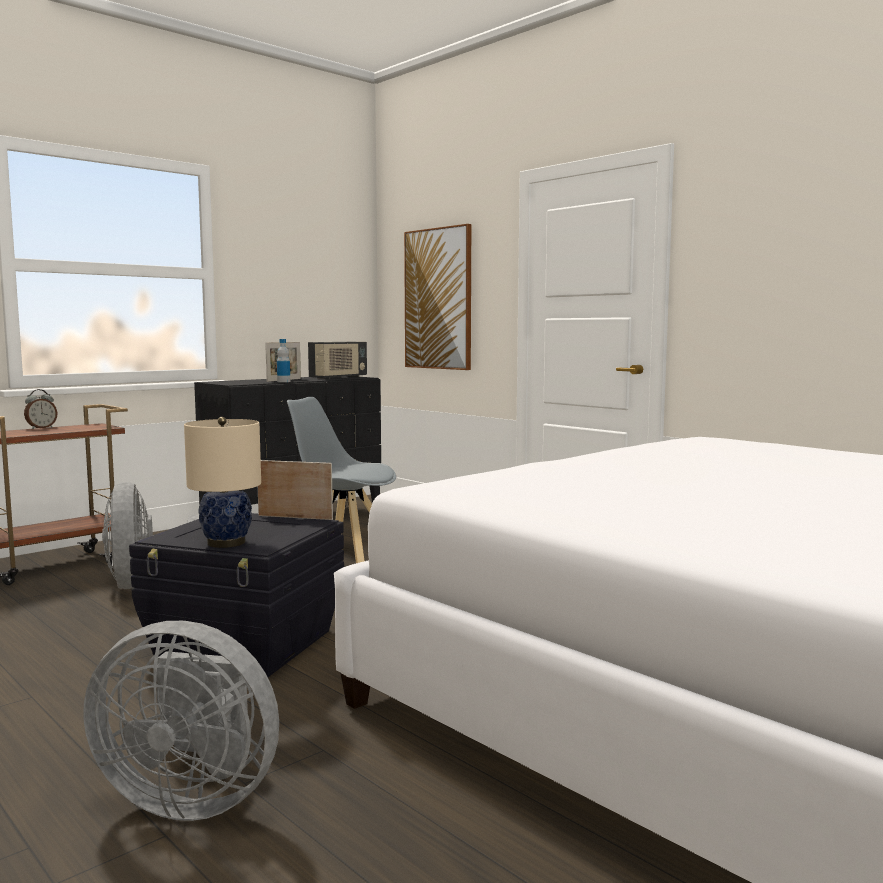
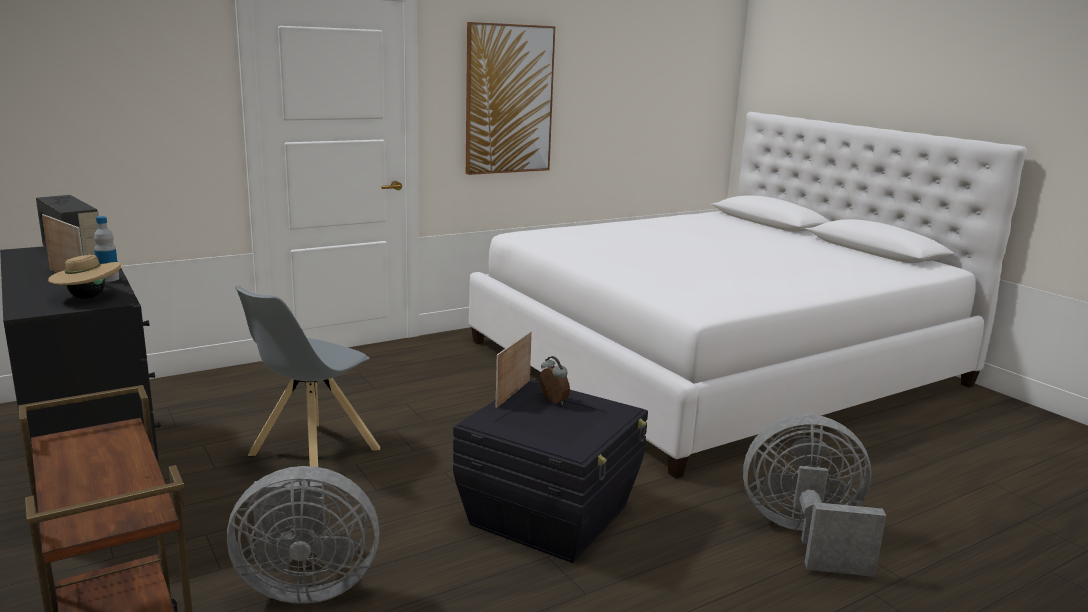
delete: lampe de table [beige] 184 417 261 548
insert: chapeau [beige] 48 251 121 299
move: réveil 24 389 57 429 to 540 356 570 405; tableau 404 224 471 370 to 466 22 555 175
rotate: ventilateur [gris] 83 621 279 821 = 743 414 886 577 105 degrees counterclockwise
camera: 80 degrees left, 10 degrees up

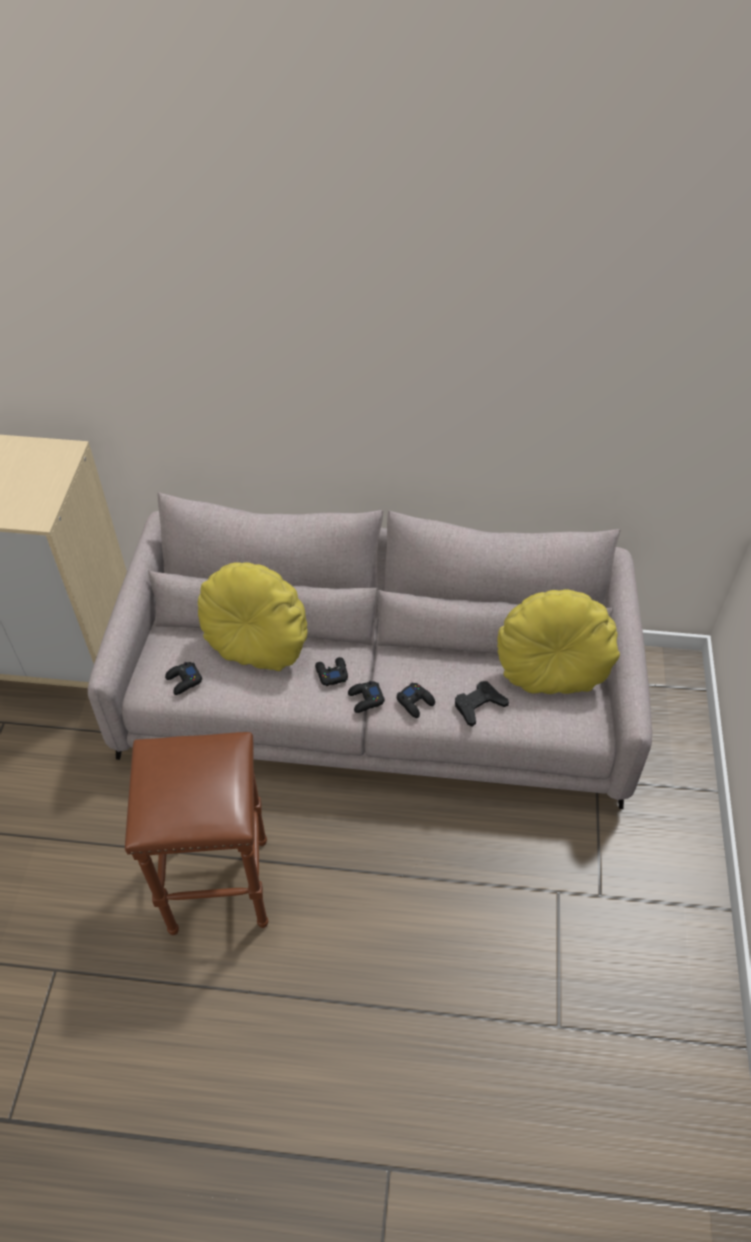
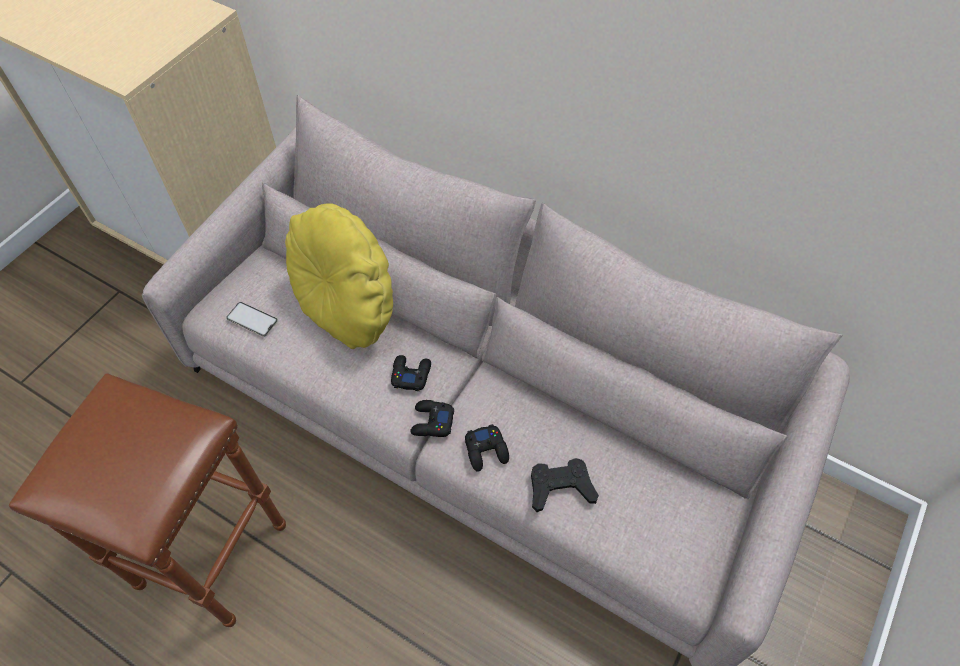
delete: coussin [jaune] 497 589 620 694
replace: manette [noir] 165 662 202 695 to téléphone 226 302 278 337
camera: 25 degrees right, 5 degrees up

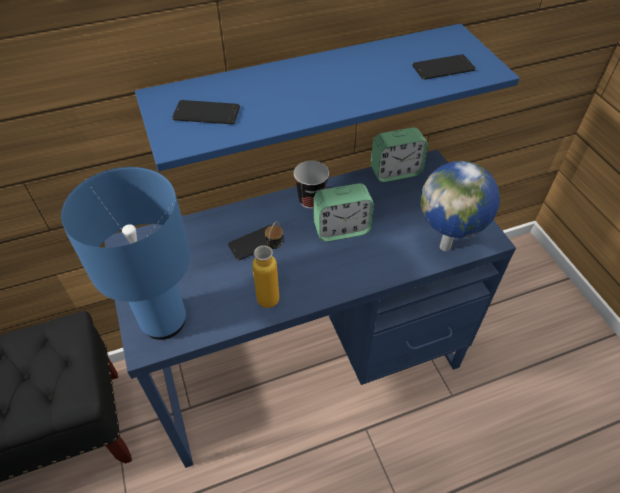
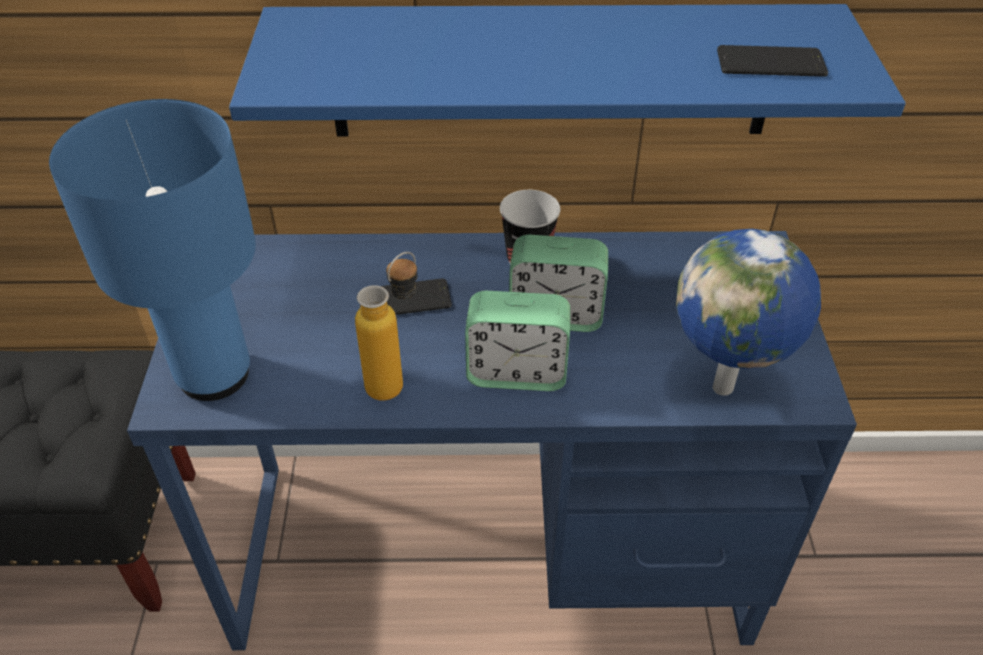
delete: téléphone 172 100 240 124
move: réveil 371 127 428 182 to 465 291 570 391
camera: 20 degrees right, 5 degrees down

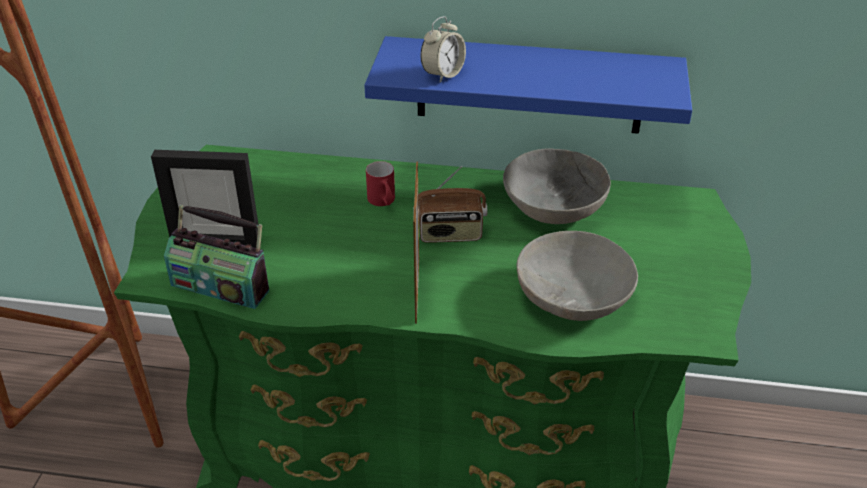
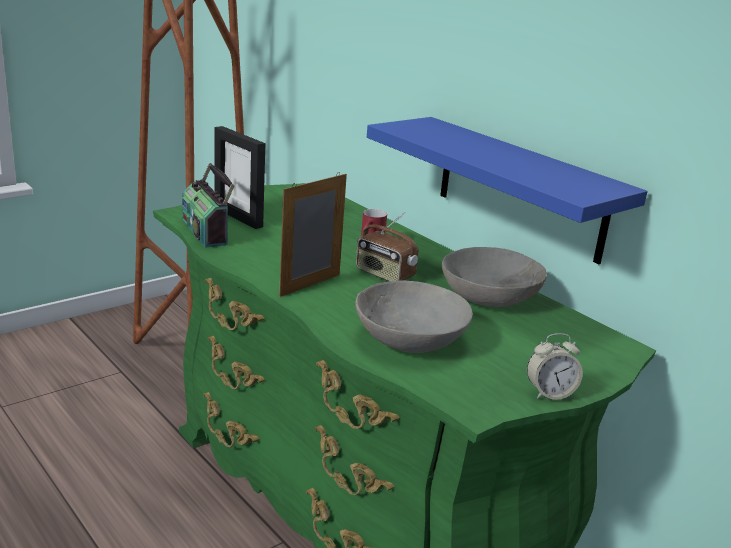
move: réveil 421 16 466 83 to 527 333 583 400
camera: 40 degrees right, 15 degrees down

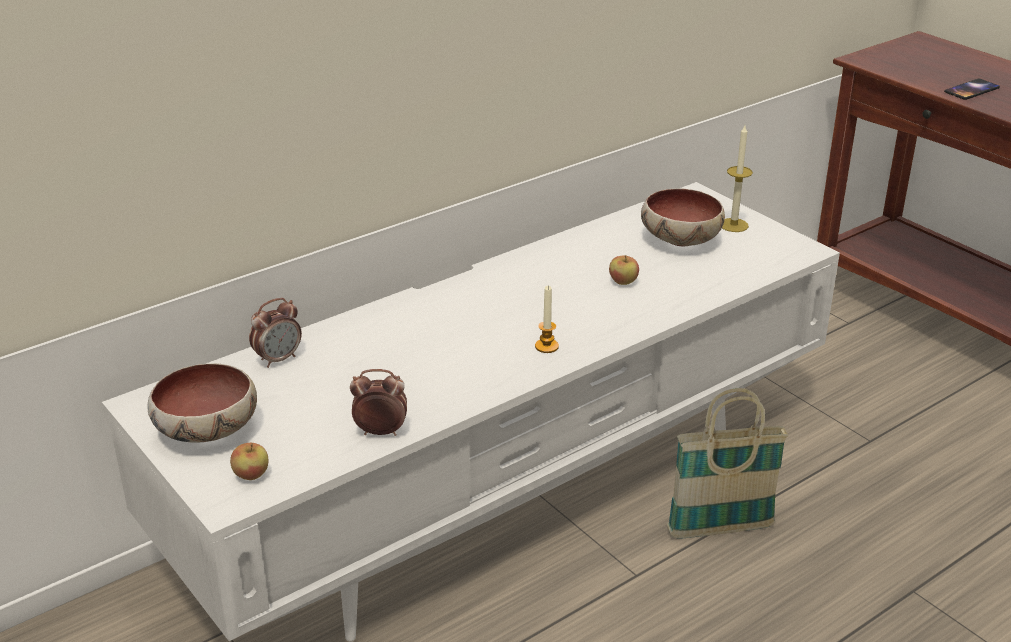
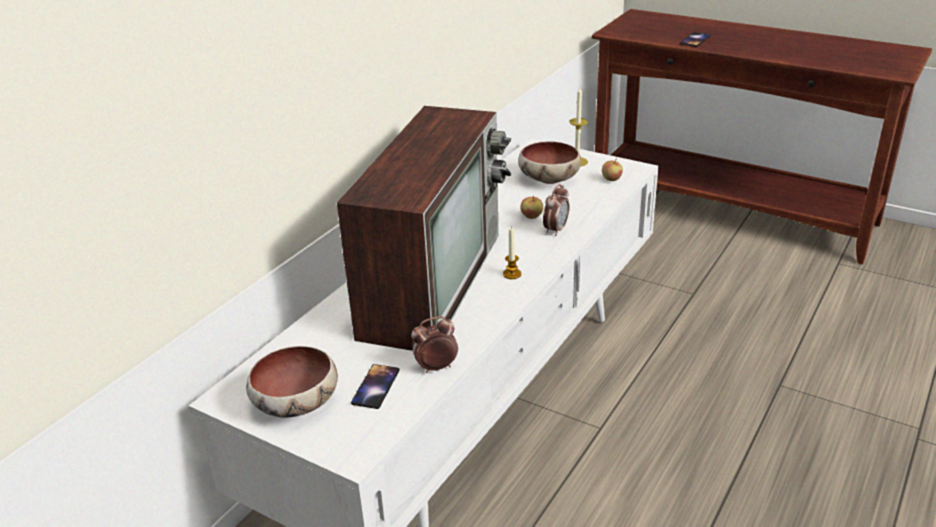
delete: panier 667 388 789 539
insert: téléviseur 337 106 511 351; téléphone 351 364 400 409
move: pomme 230 443 268 480 to 602 158 623 181; réveil 249 298 302 368 to 543 184 570 236
camera: 20 degrees left, 0 degrees up

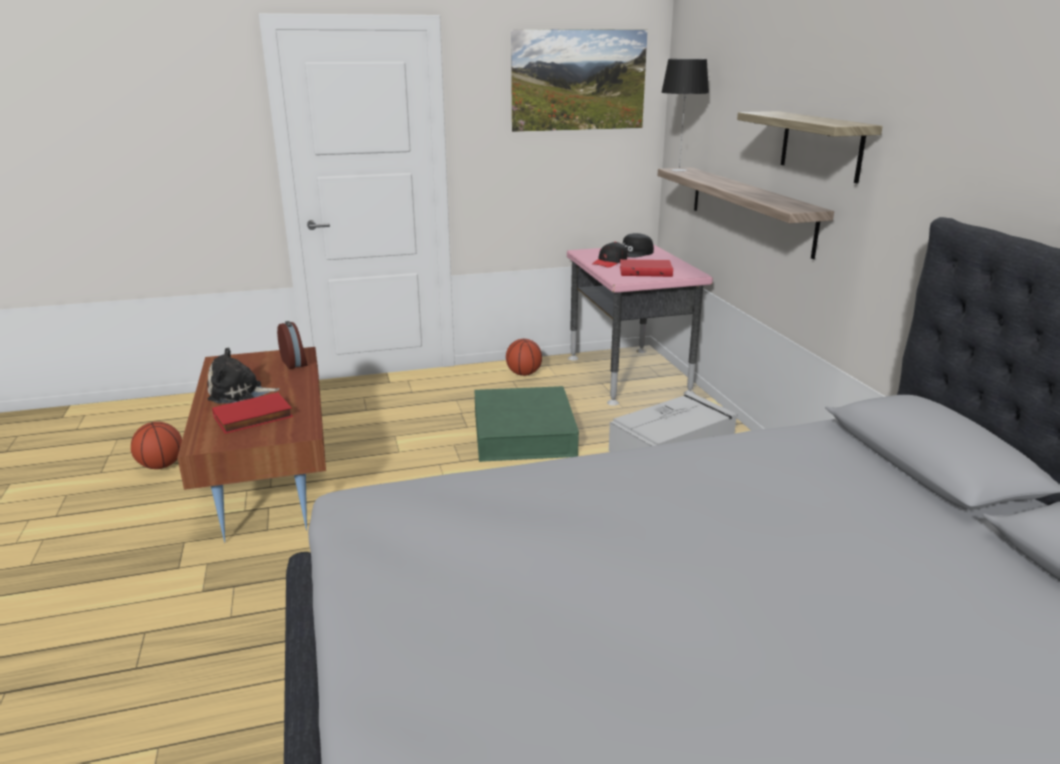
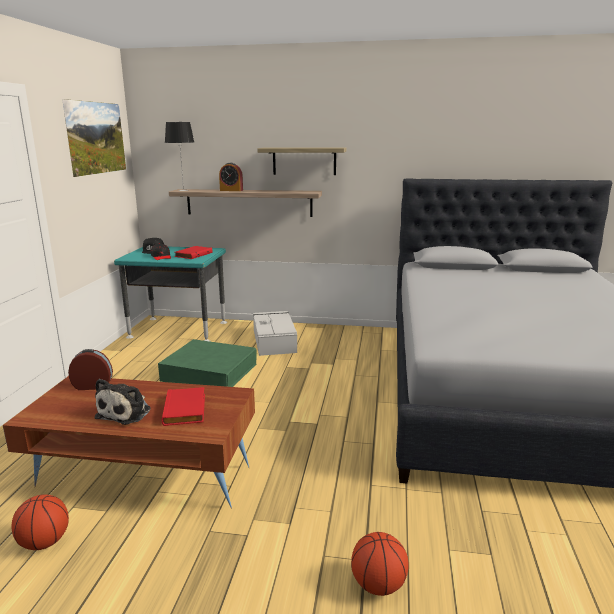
insert: réveil 219 163 243 191
move: ballon de basket 506 339 542 376 to 351 532 408 596
recolor: bureau [rose] 567 244 713 406 to bureau [turquoise] 114 247 227 342
camera: 65 degrees left, 5 degrees down

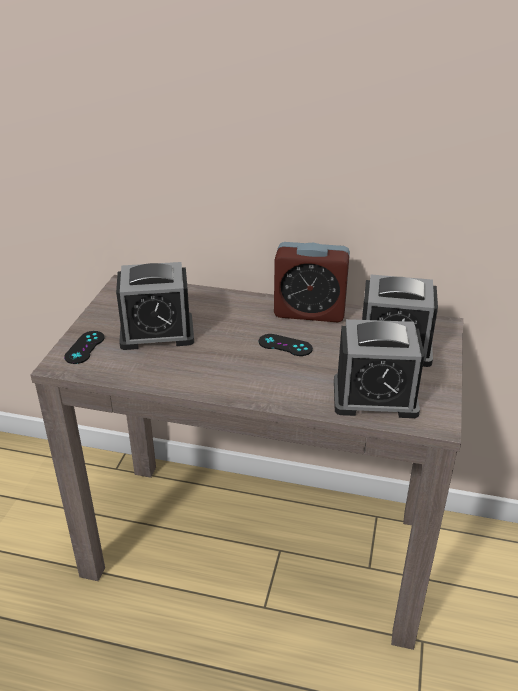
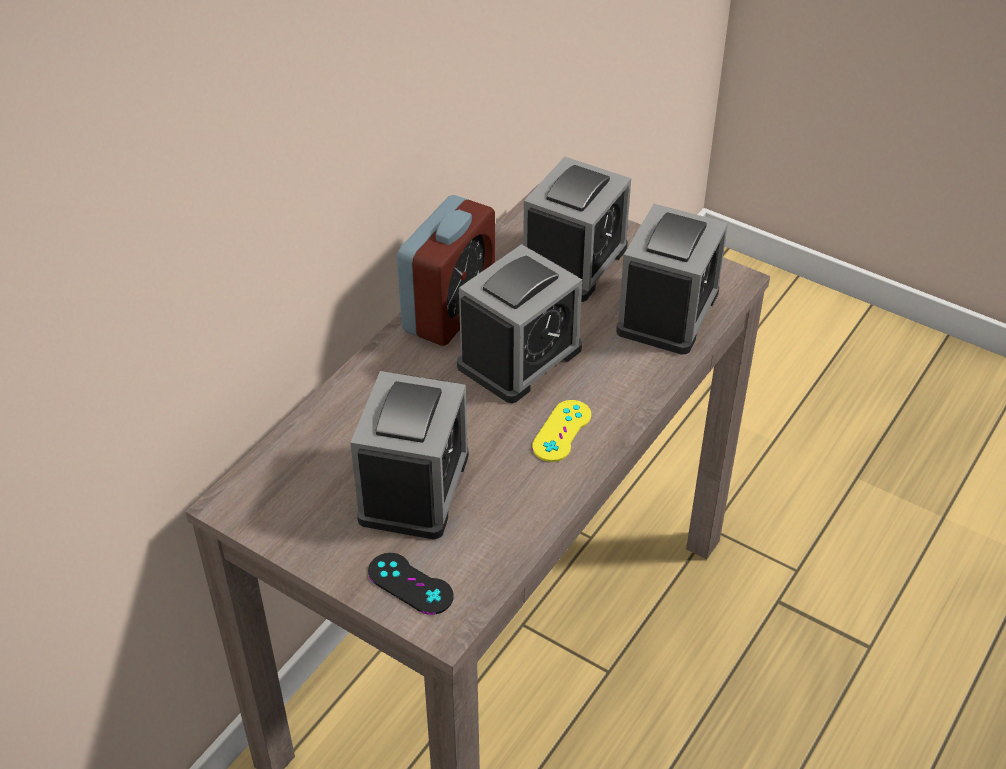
insert: manette [jaune] 532 400 591 462
replace: manette [noir] 259 334 313 356 to réveil 457 244 582 403
camera: 70 degrees left, 10 degrees up

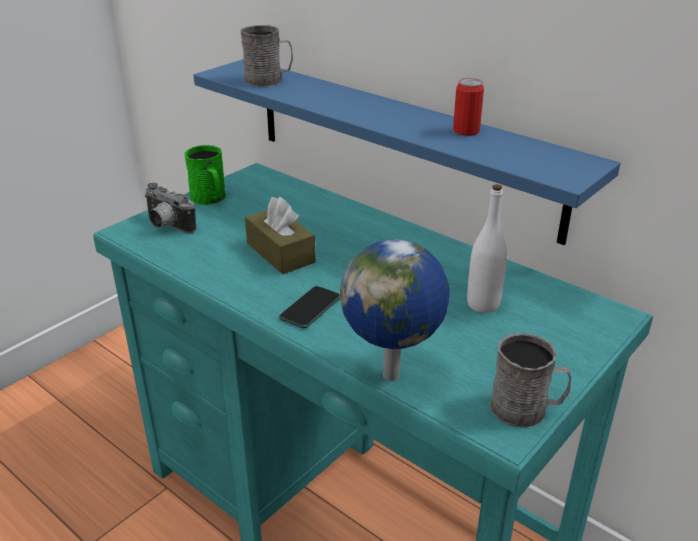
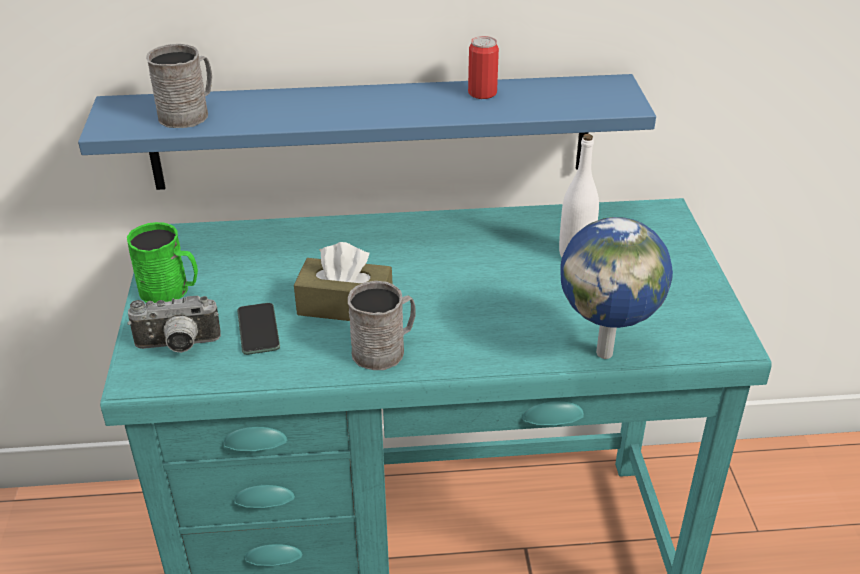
move: téléphone 279 286 340 328 to 237 303 280 355; mug [gris] 490 333 571 428 to 348 281 416 370
camera: 45 degrees left, 5 degrees up

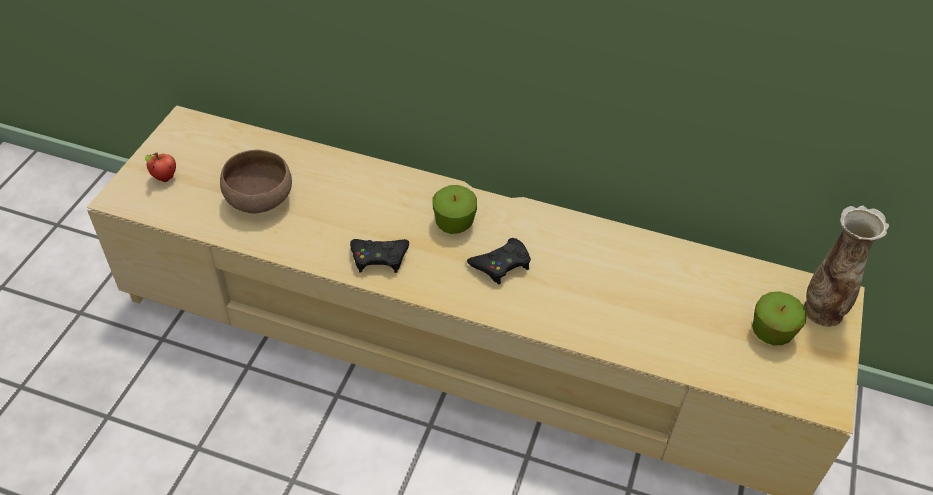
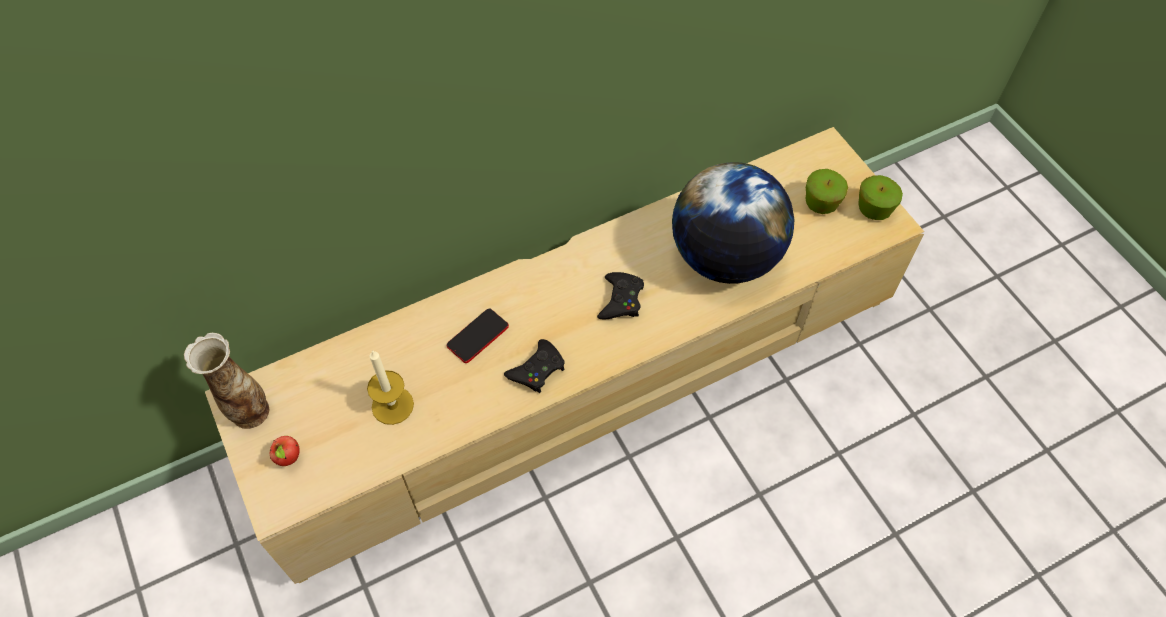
insert: téléphone 447 308 509 363; globe 672 162 794 284
move: pomme 432 185 477 234 to 858 175 903 220; vase 804 205 889 326 to 184 333 269 429
replace: bol [marron] 220 149 292 213 to bougie 367 350 414 425
camera: 45 degrees left, 10 degrees up

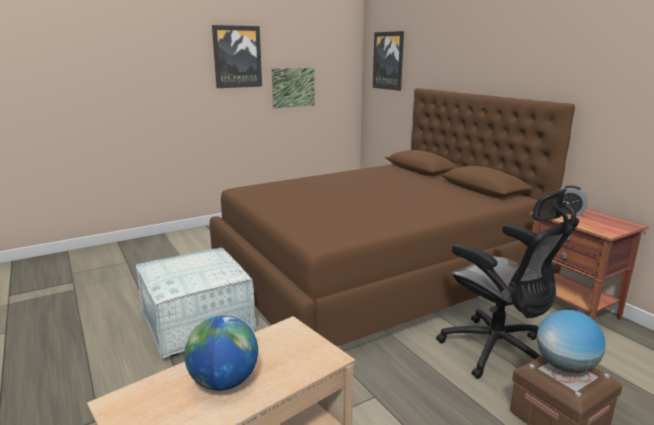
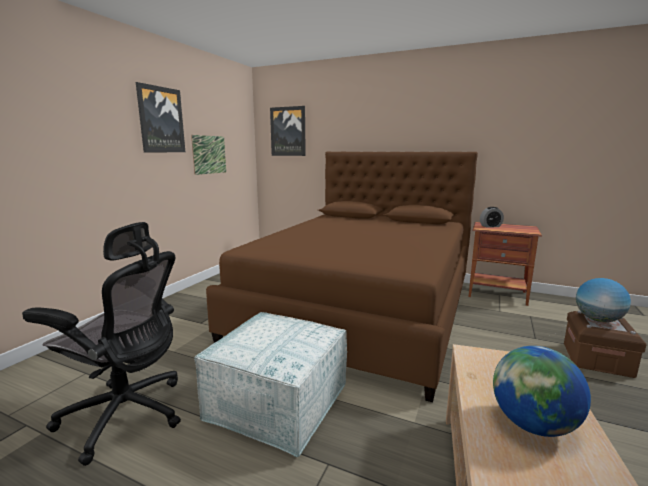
move: chaise de bureau 436 189 579 379 to 22 222 181 466
camera: 35 degrees left, 5 degrees down

